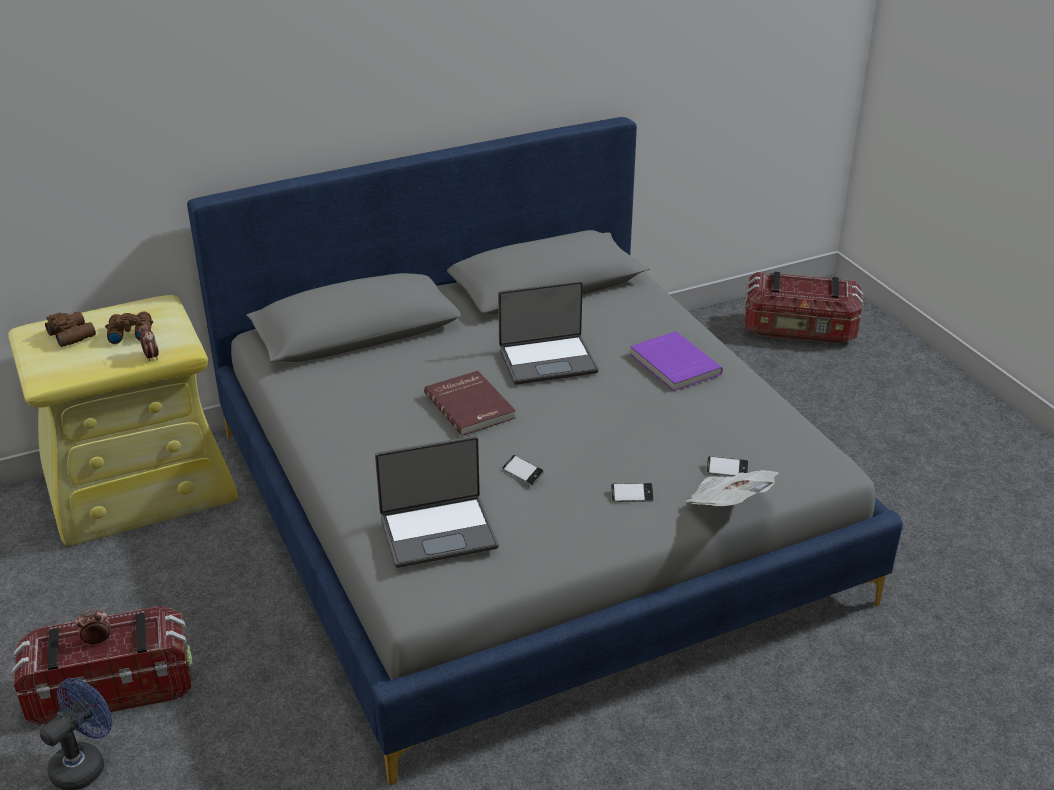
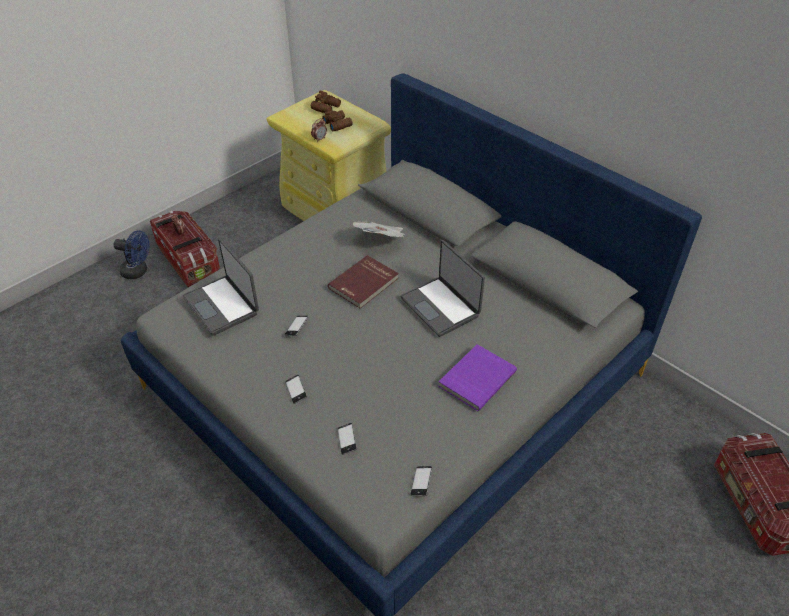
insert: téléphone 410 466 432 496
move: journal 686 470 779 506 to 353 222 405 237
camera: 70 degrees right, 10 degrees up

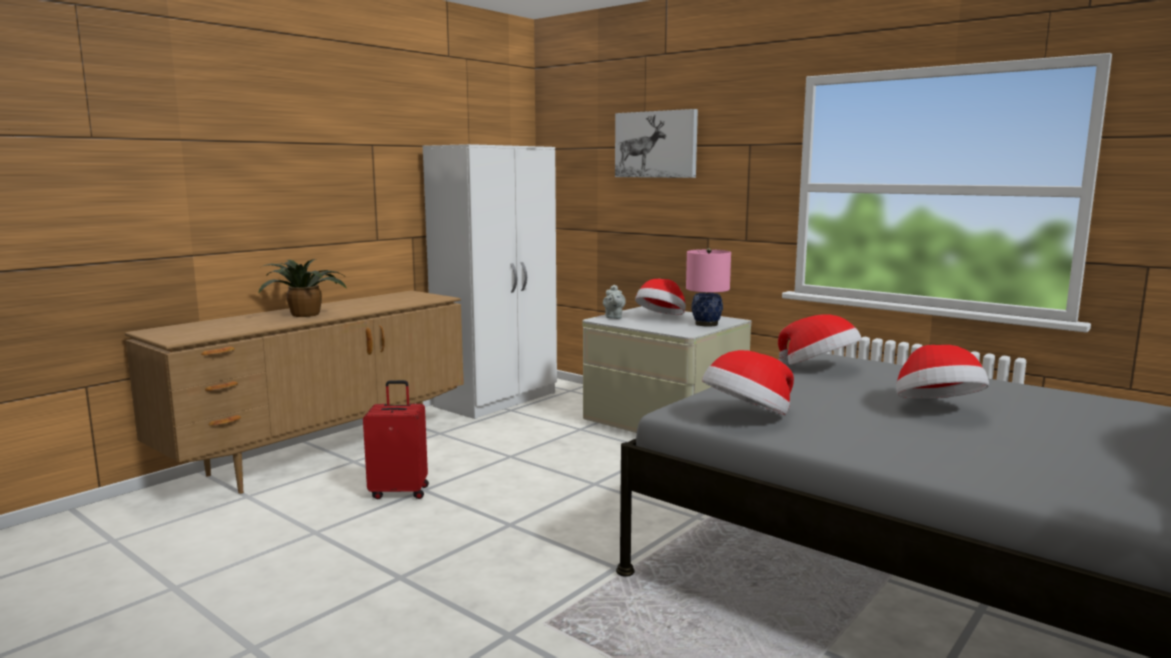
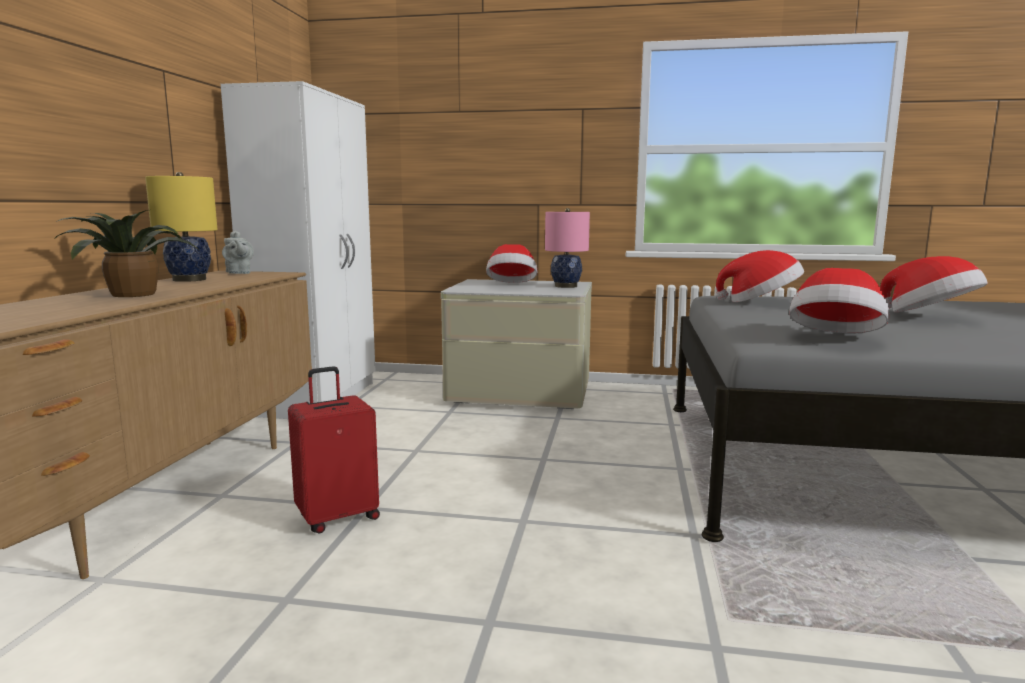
delete: tableau 615 109 698 178
insert: lampe de table [jaune] 145 172 218 282
move: théière [gris] 603 285 626 319 to 222 231 254 274
camera: 30 degrees left, 0 degrees up

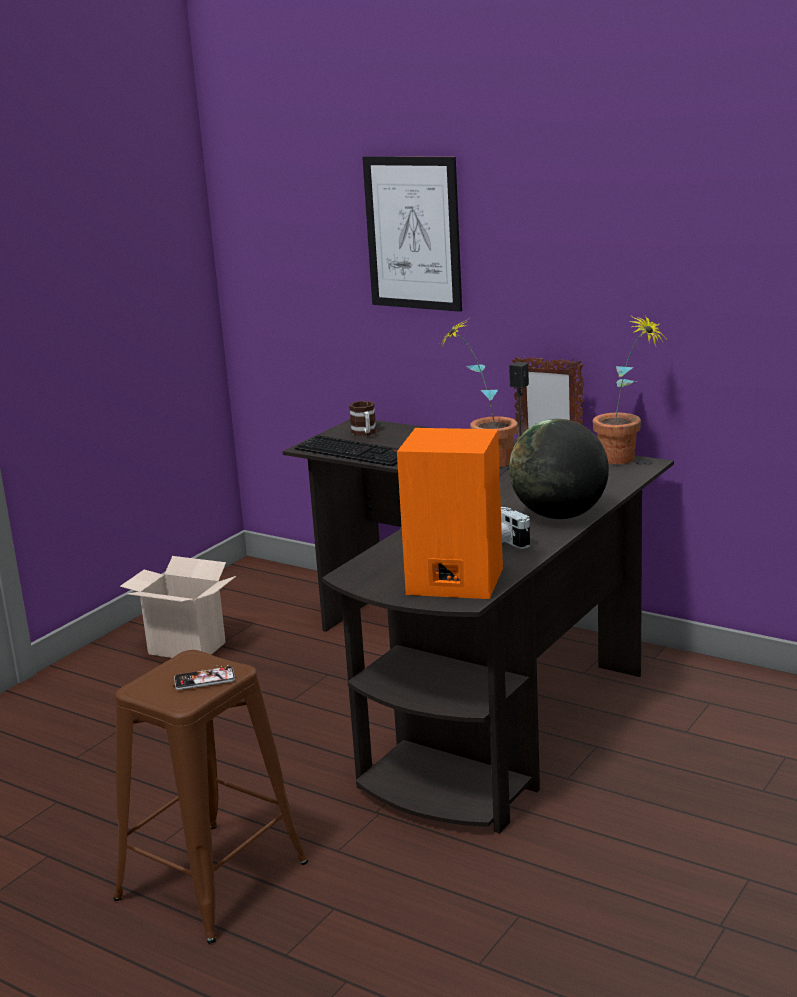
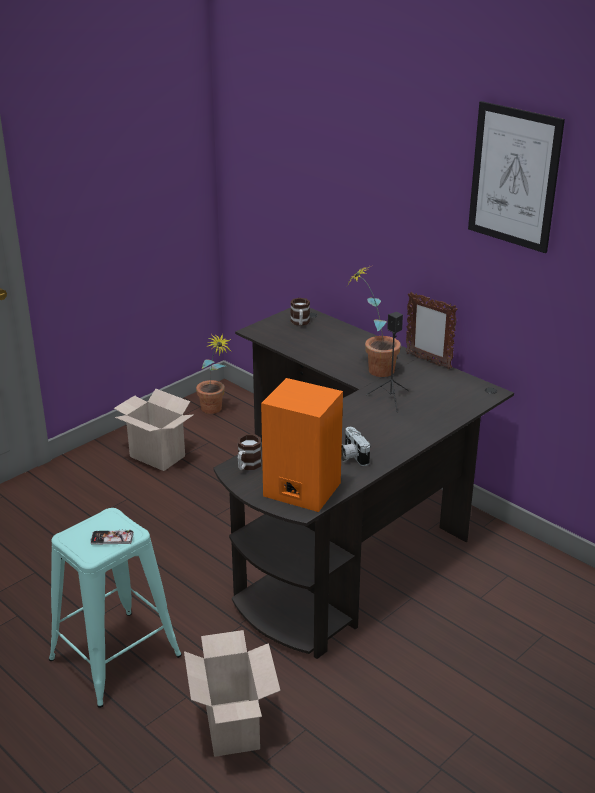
delete: clavier 295 435 398 467; globe 509 419 609 519
insert: carton 184 630 281 757; mug 237 434 262 470
move: tableau 362 156 462 312 to 468 101 565 253; plante en pot 593 315 668 464 to 196 334 231 414
recolor: tabouret [marron] 114 650 308 944 to tabouret [turquoise] 49 508 182 708
camera: 10 degrees right, 10 degrees up

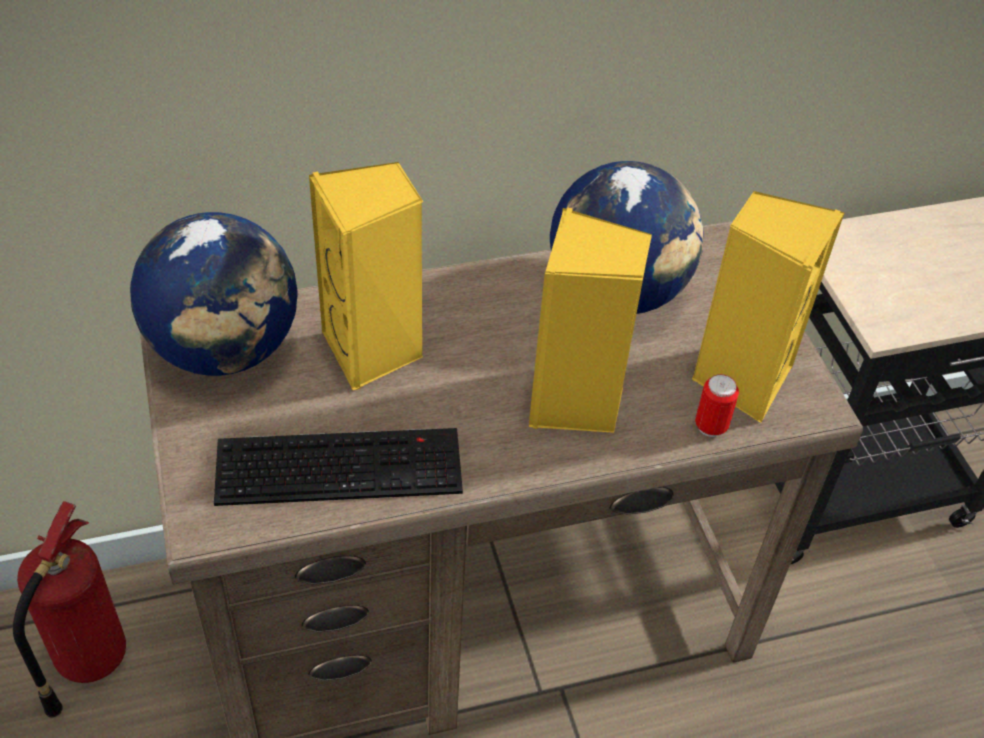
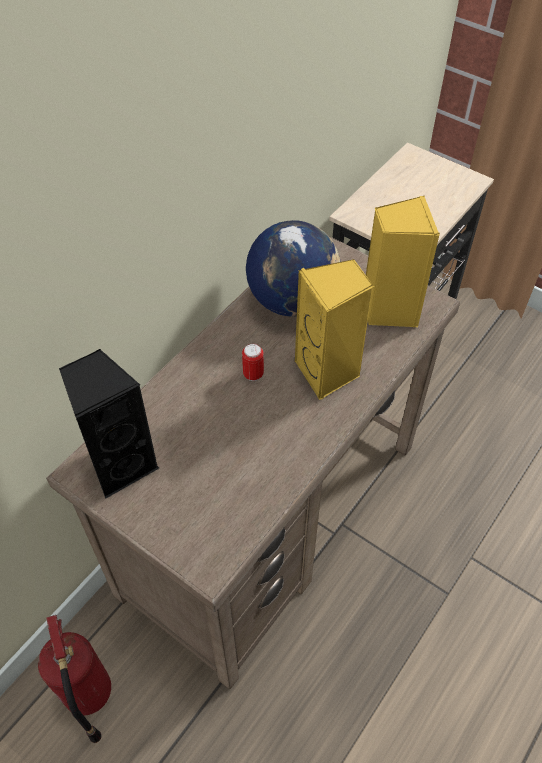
delete: clavier 214 428 463 506; enceinte [jaune] 309 162 423 390
move: boîte métallique 695 374 739 437 to 242 344 264 381
replace: globe 130 212 298 376 to enceinte [noir] 59 349 159 499
camera: 35 degrees left, 5 degrees up

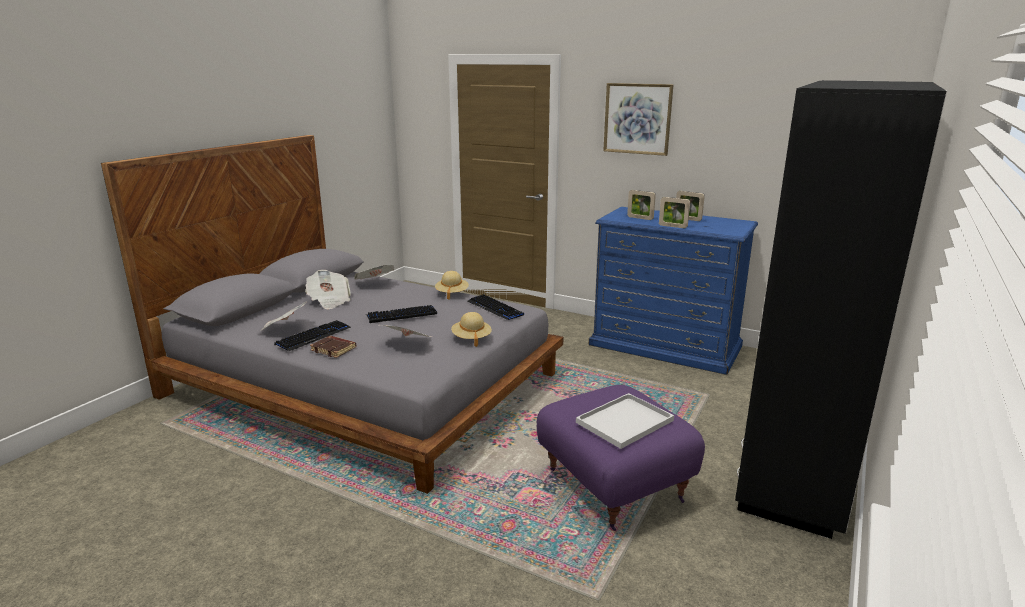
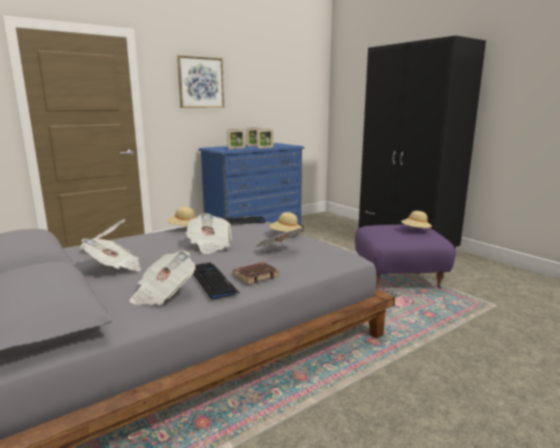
replace: clavier 366 305 437 323 to journal 186 214 231 254; plateau [blanc] 576 393 674 449 to chapeau [beige] 401 211 432 230
camera: 65 degrees left, 5 degrees down

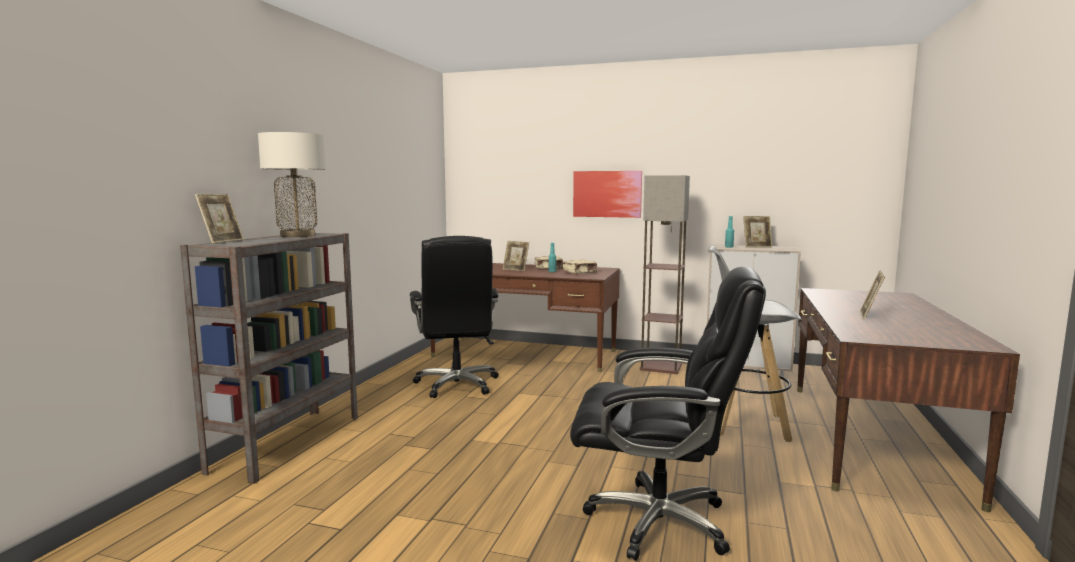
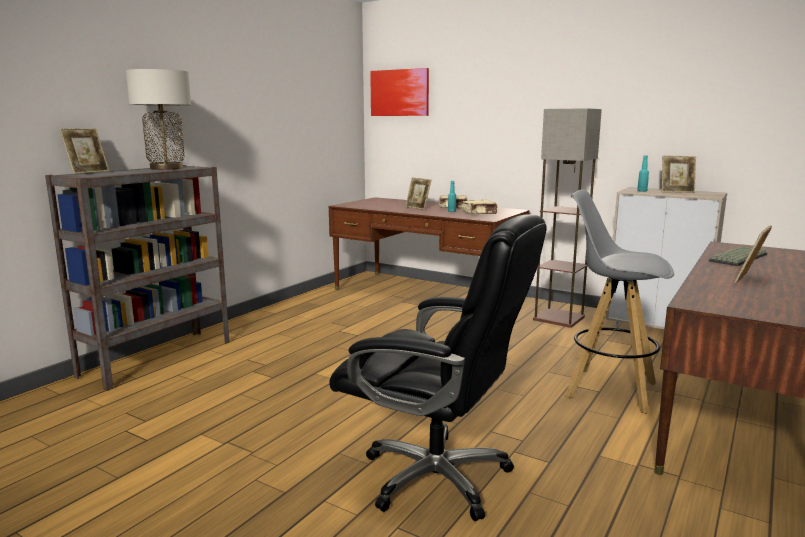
delete: chaise de bureau [noir] 410 236 499 398
insert: clavier 709 246 767 266
move: tableau 573 171 642 218 to 370 68 429 116
camera: 15 degrees right, 5 degrees up

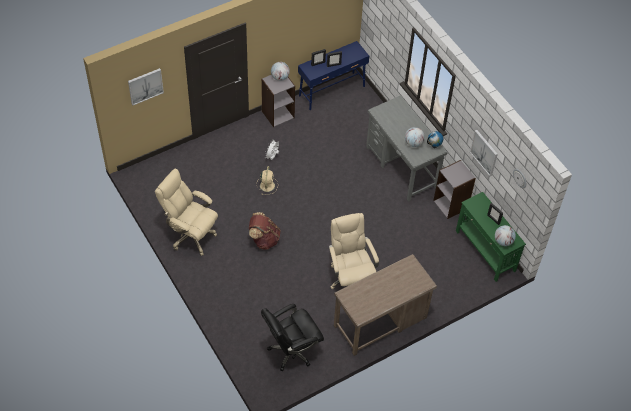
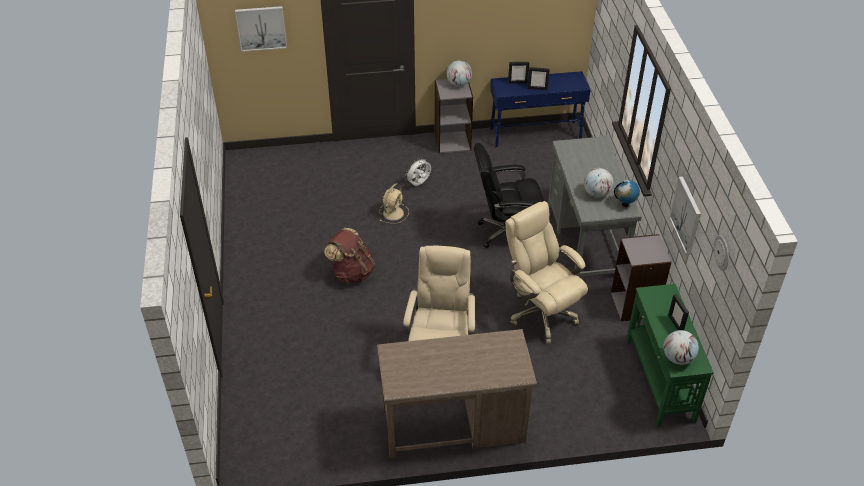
move: chaise de bureau [beige] 155 169 218 256 to 505 201 588 344; chaise de bureau [noir] 261 304 324 371 to 474 143 544 248
camera: 25 degrees right, 10 degrees down

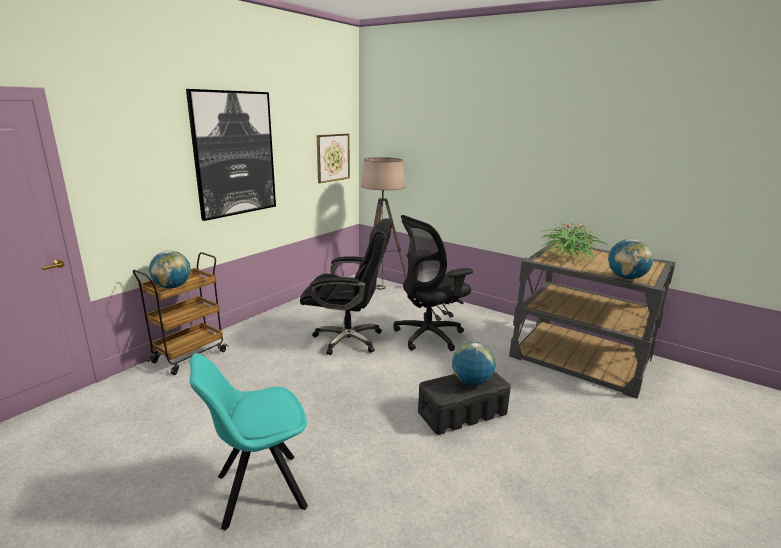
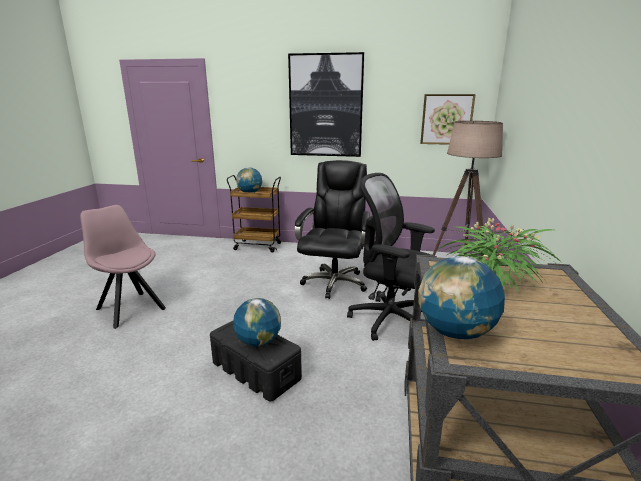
recolor: chaise [turquoise] 190 353 308 531 to chaise [rose] 80 205 166 329
rotate: chaise de bureau [noir] 300 218 393 355 = 295 160 370 299 150 degrees counterclockwise
camera: 65 degrees right, 0 degrees up

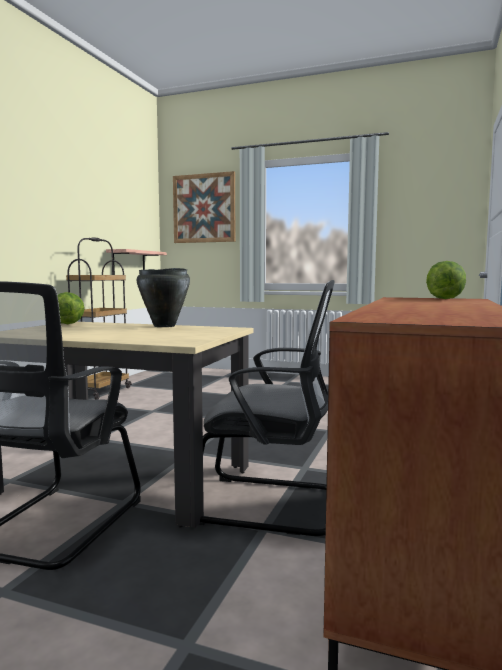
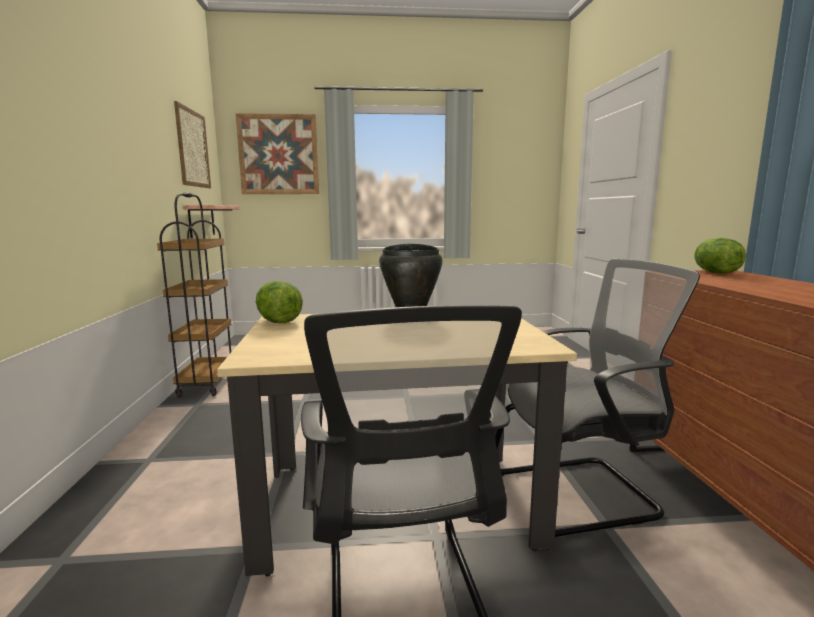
insert: tableau 174 101 211 188
camera: 25 degrees left, 5 degrees up

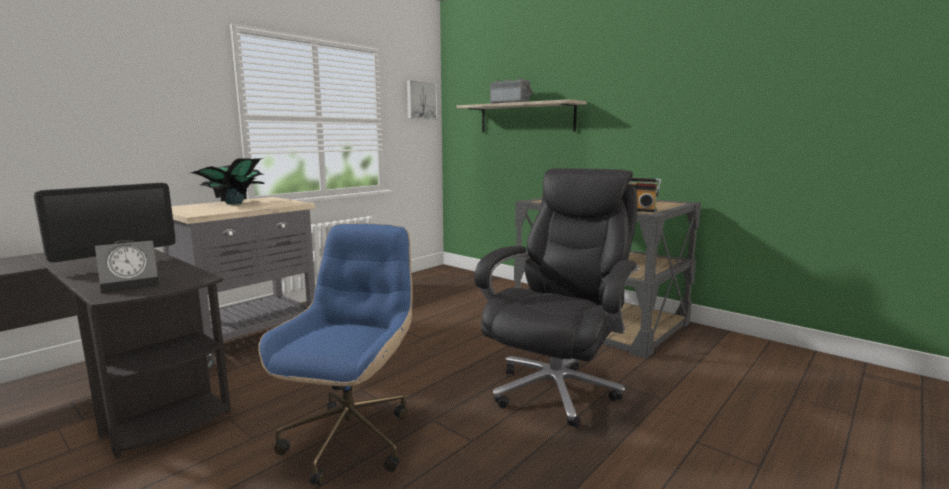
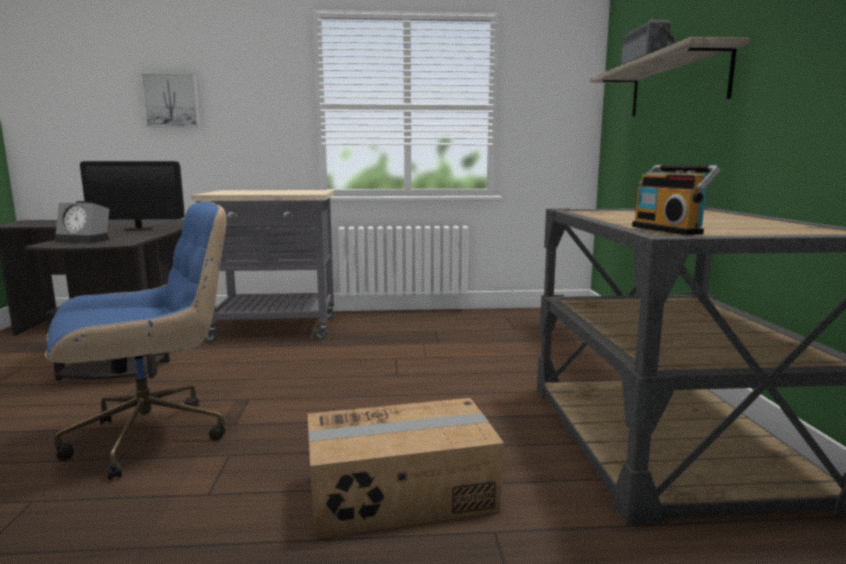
delete: plante en pot 188 158 265 205
move: tableau 407 80 437 120 to 140 73 200 127
replace: chaise de bureau [noir] 474 168 639 428 to carton 308 398 504 539
camera: 45 degrees right, 0 degrees up

